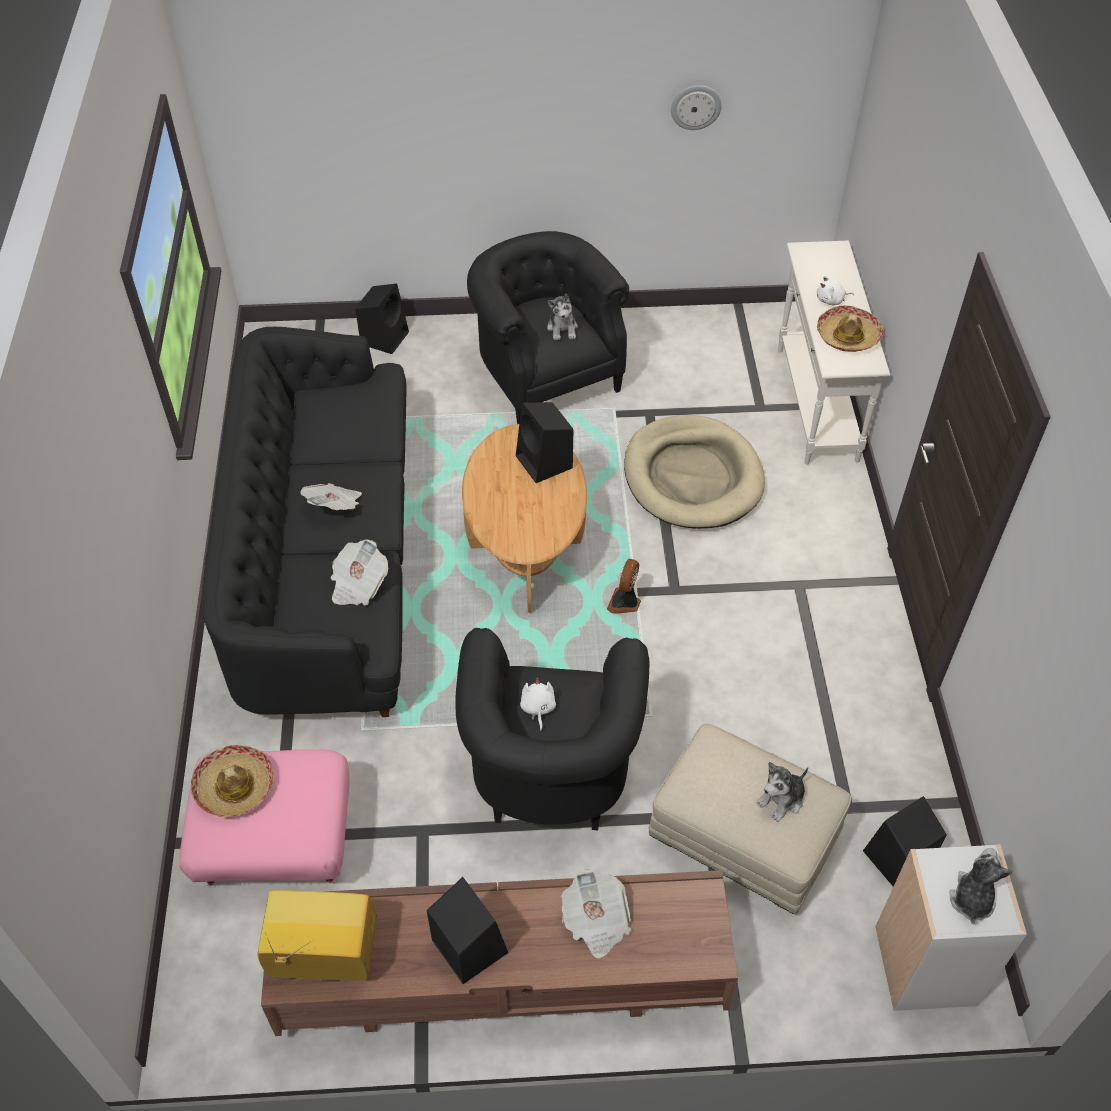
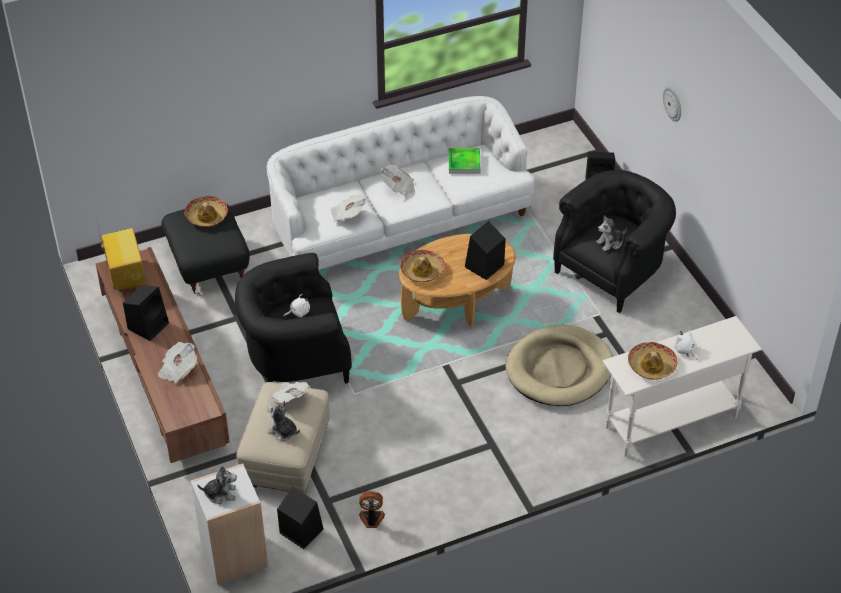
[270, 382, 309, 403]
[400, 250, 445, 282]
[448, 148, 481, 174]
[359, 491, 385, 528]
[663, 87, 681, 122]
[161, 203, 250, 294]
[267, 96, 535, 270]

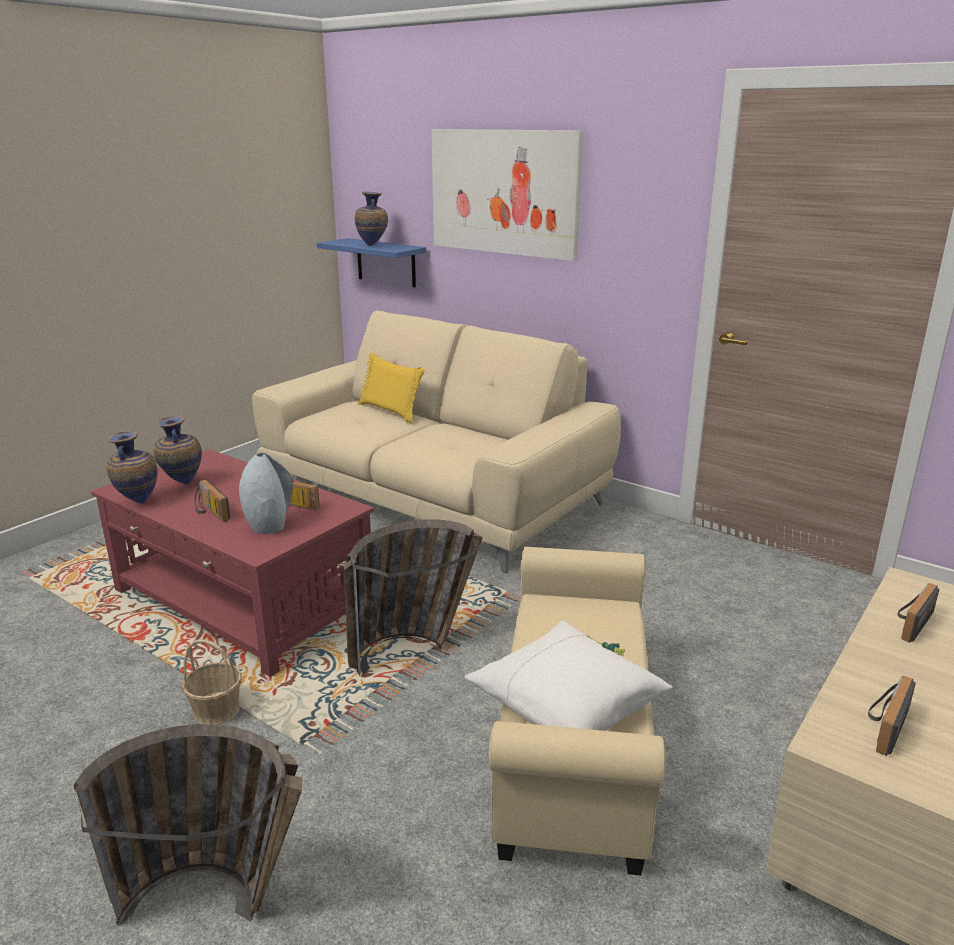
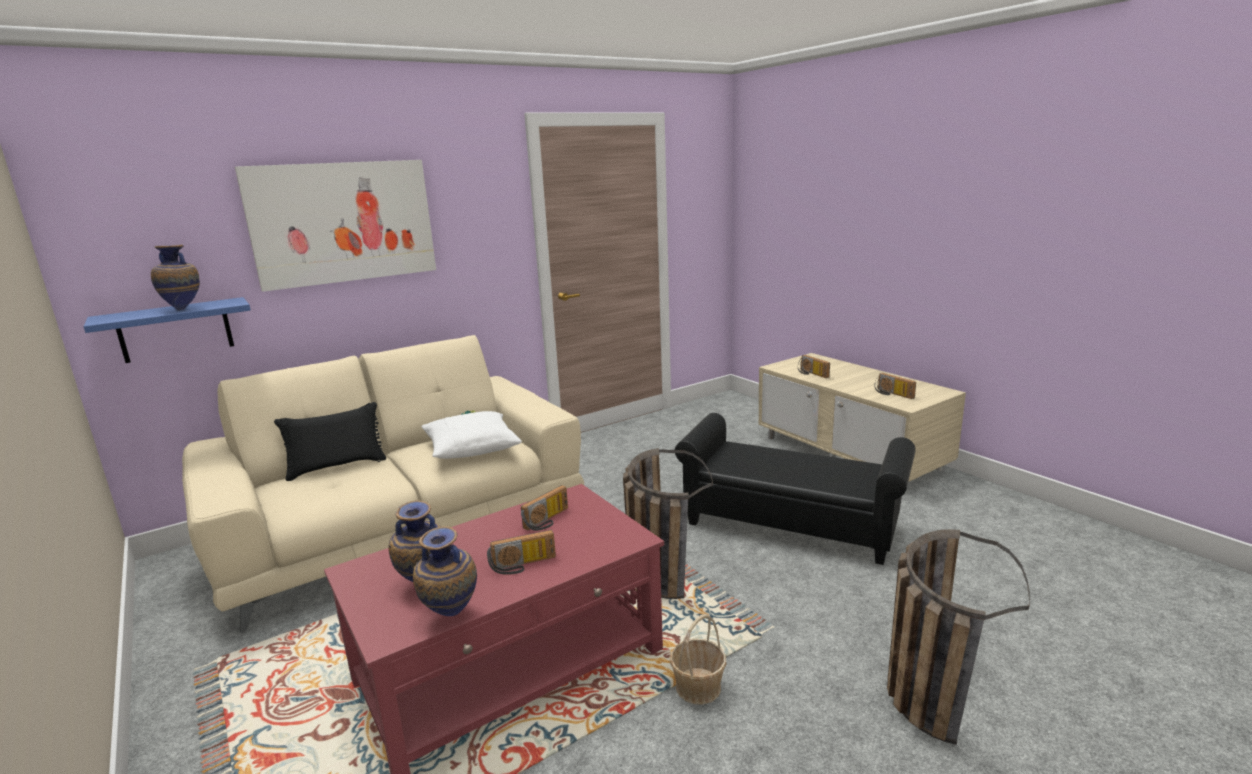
[239, 453, 293, 534] (first image)
[421, 410, 522, 459]
[274, 402, 386, 481]
[675, 413, 916, 565]

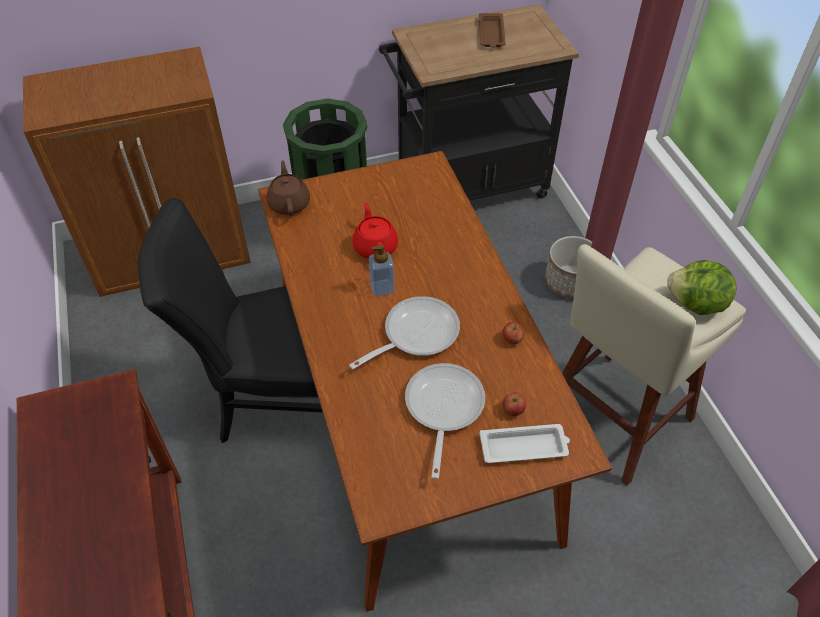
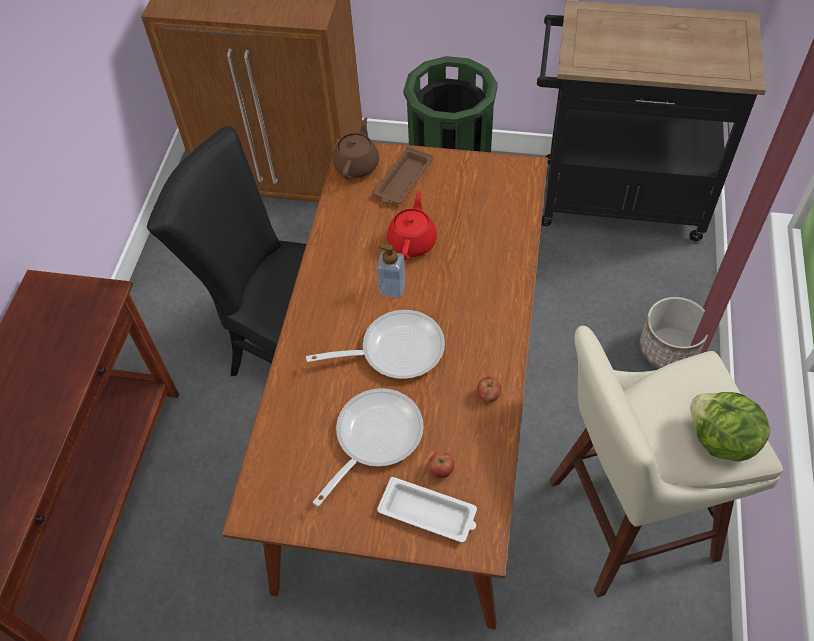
[373, 147, 433, 204]

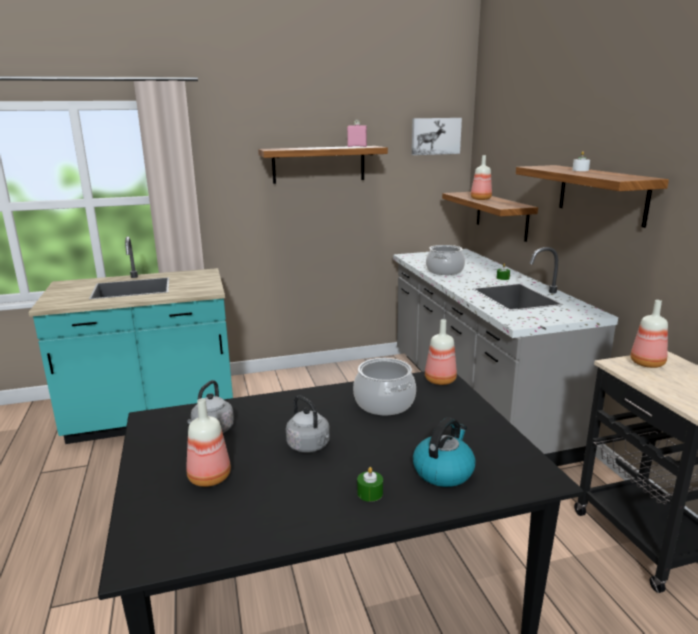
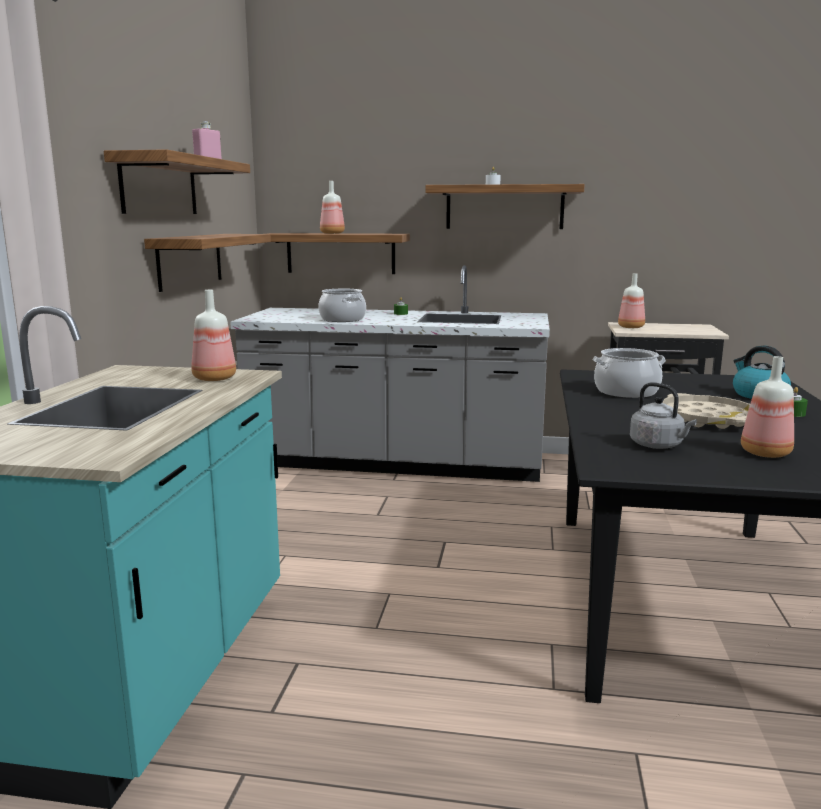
[412, 118, 462, 155] (first image)
[144, 234, 271, 292]
[191, 290, 236, 381]
[662, 393, 750, 429]

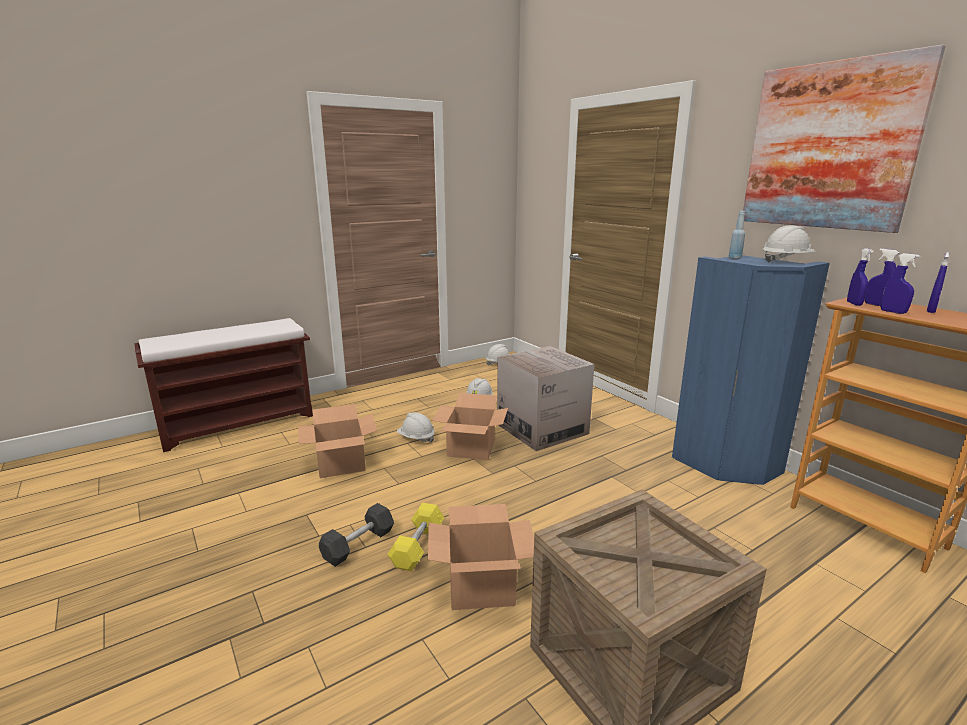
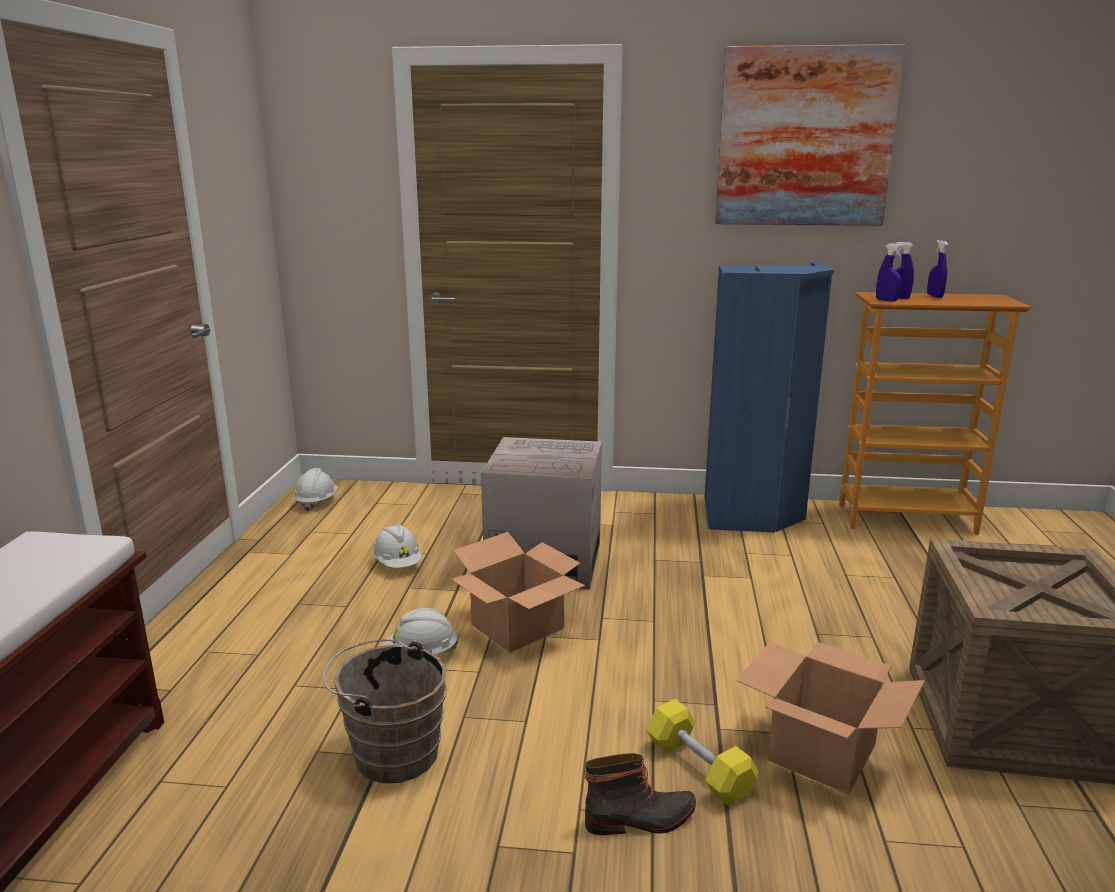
[728, 211, 745, 259] (first image)
[763, 225, 816, 263] (first image)
[881, 253, 920, 314] (first image)
[323, 639, 447, 783]
[585, 753, 696, 835]

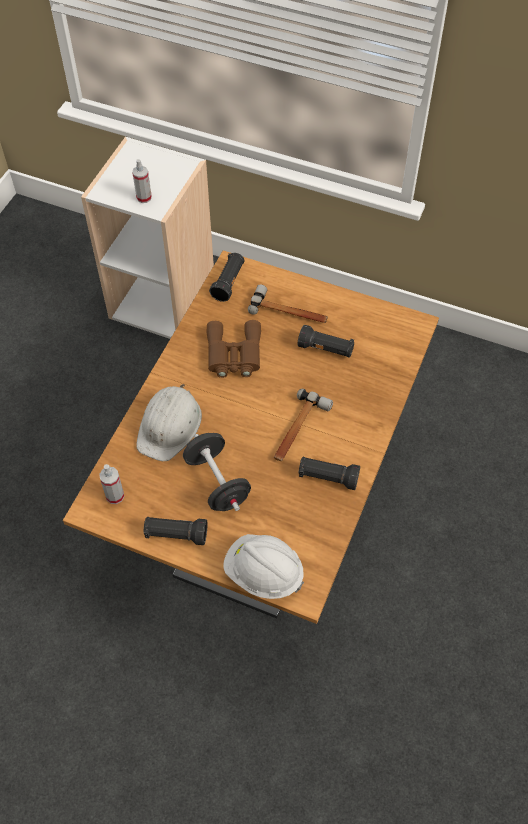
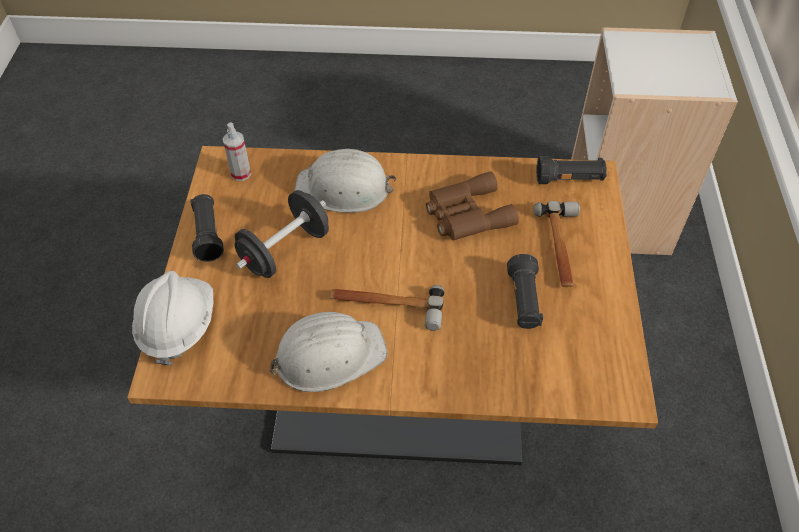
[132, 159, 152, 203] (first image)
[268, 312, 388, 392]

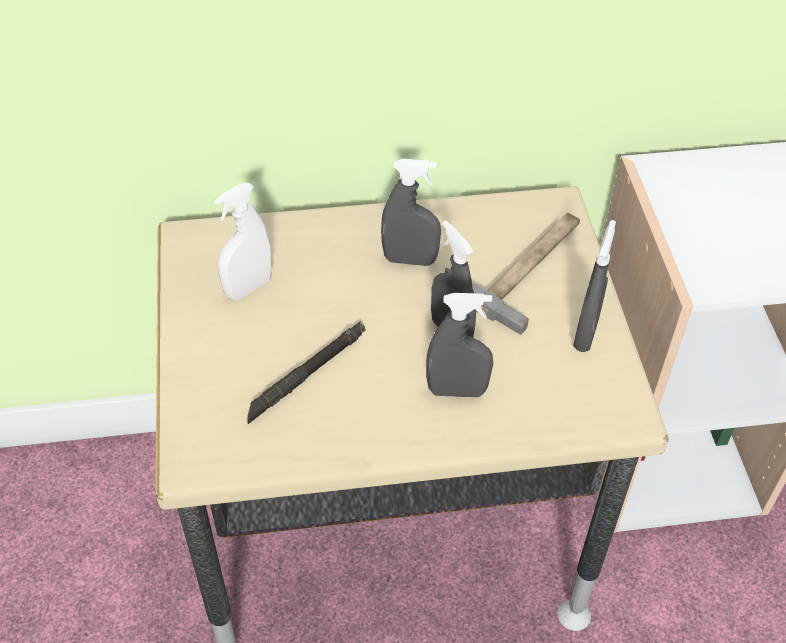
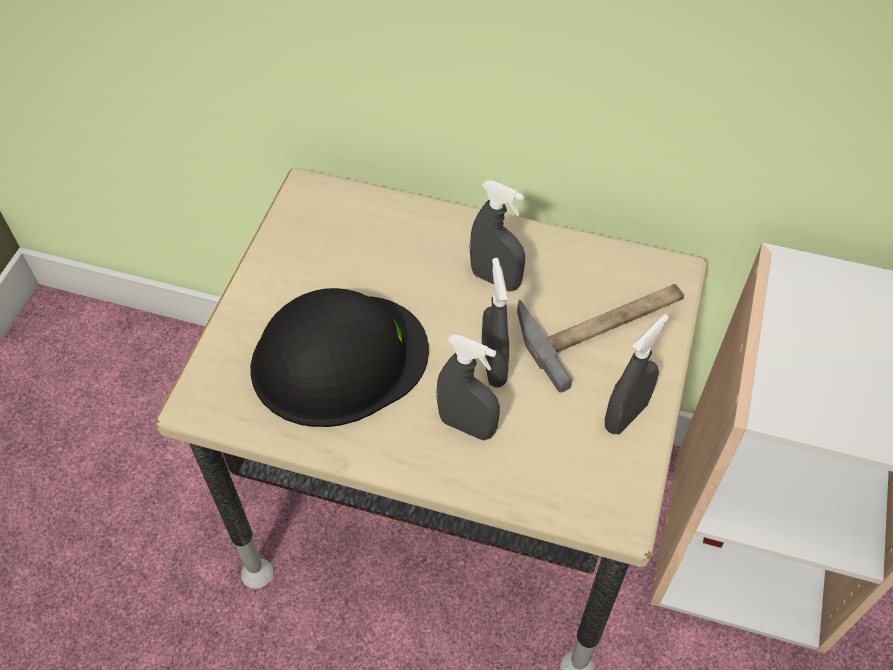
[214, 183, 272, 300] (first image)
[250, 288, 429, 427]

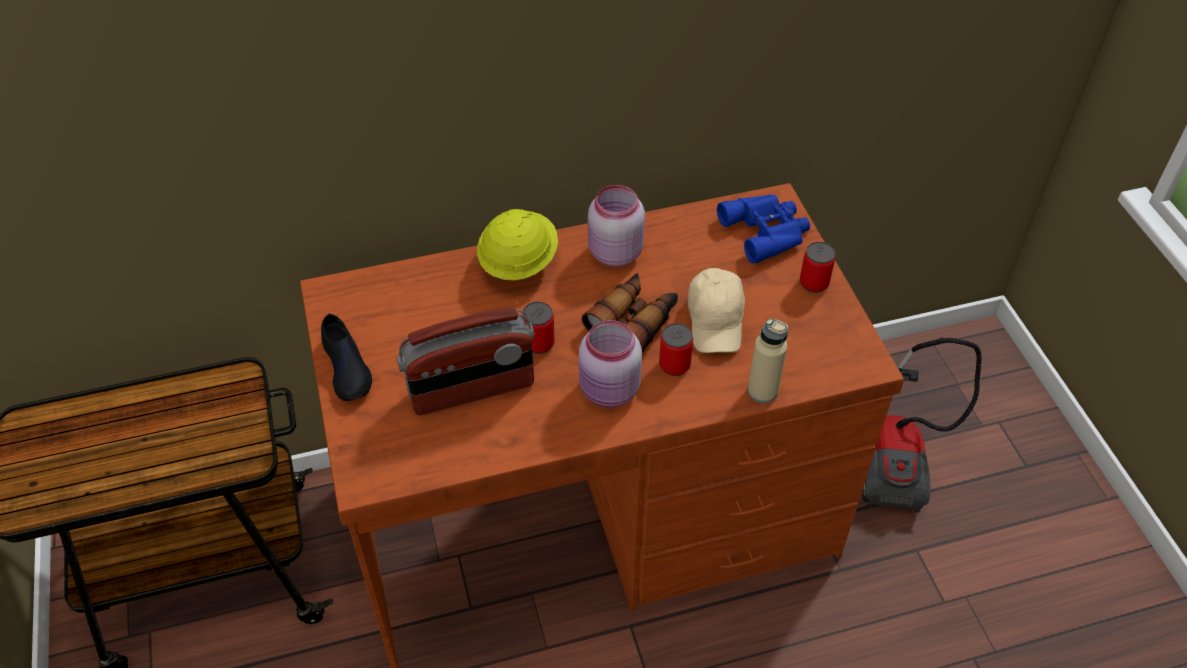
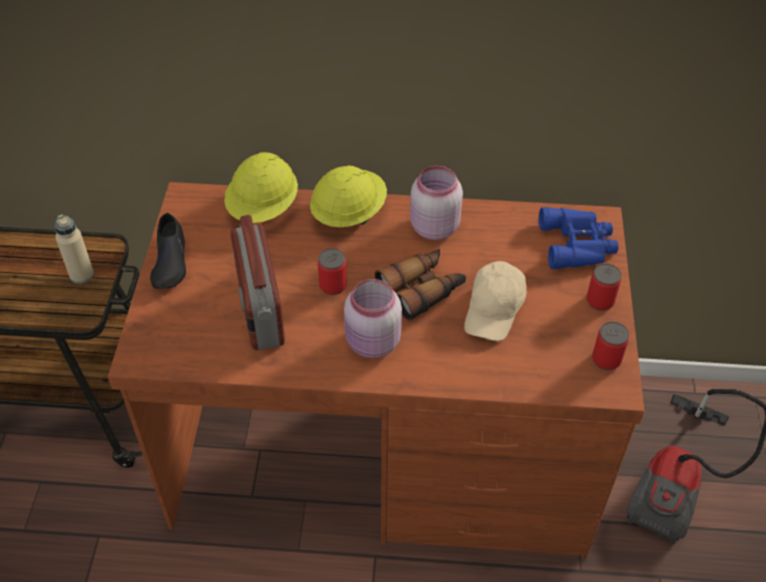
[224, 152, 298, 223]
[592, 322, 629, 370]
[54, 214, 94, 284]
[231, 215, 285, 350]

